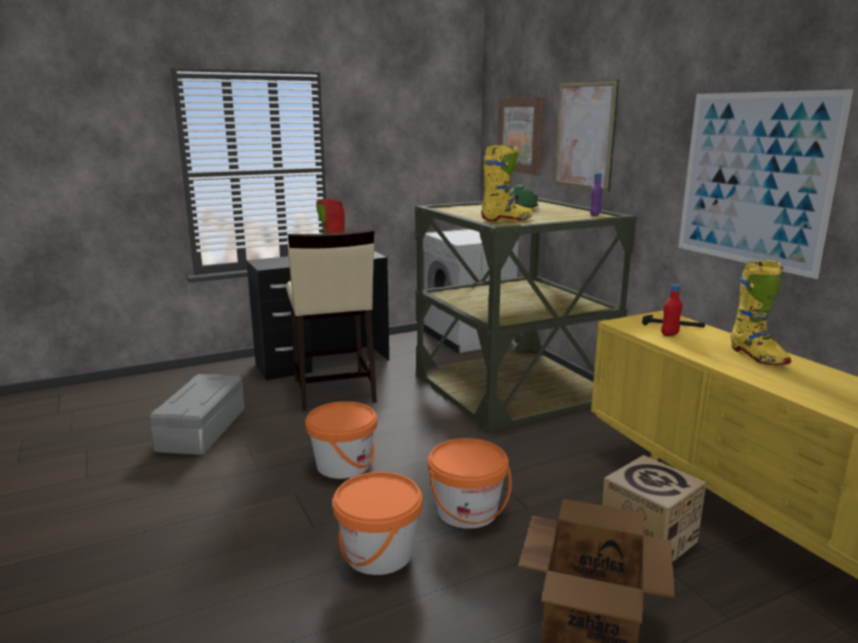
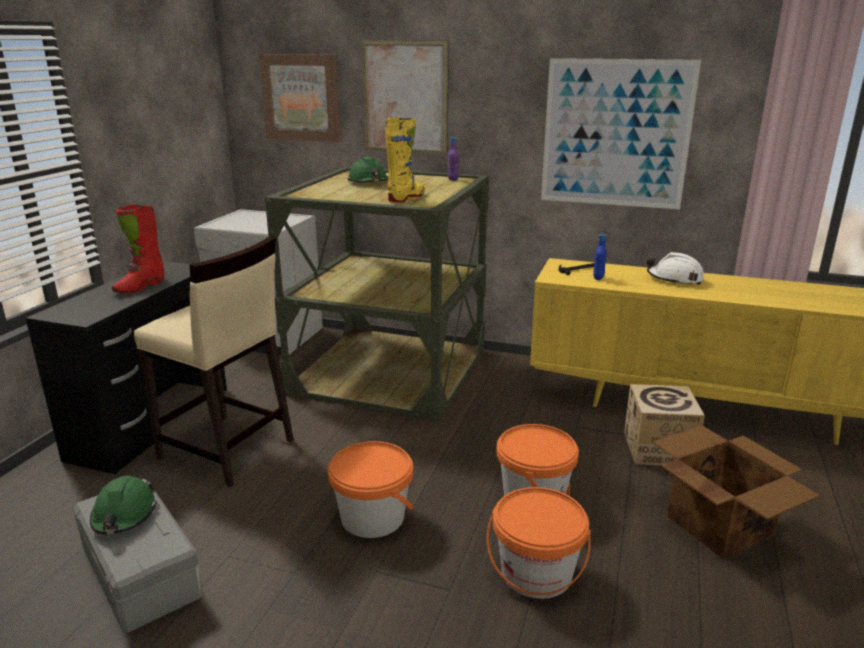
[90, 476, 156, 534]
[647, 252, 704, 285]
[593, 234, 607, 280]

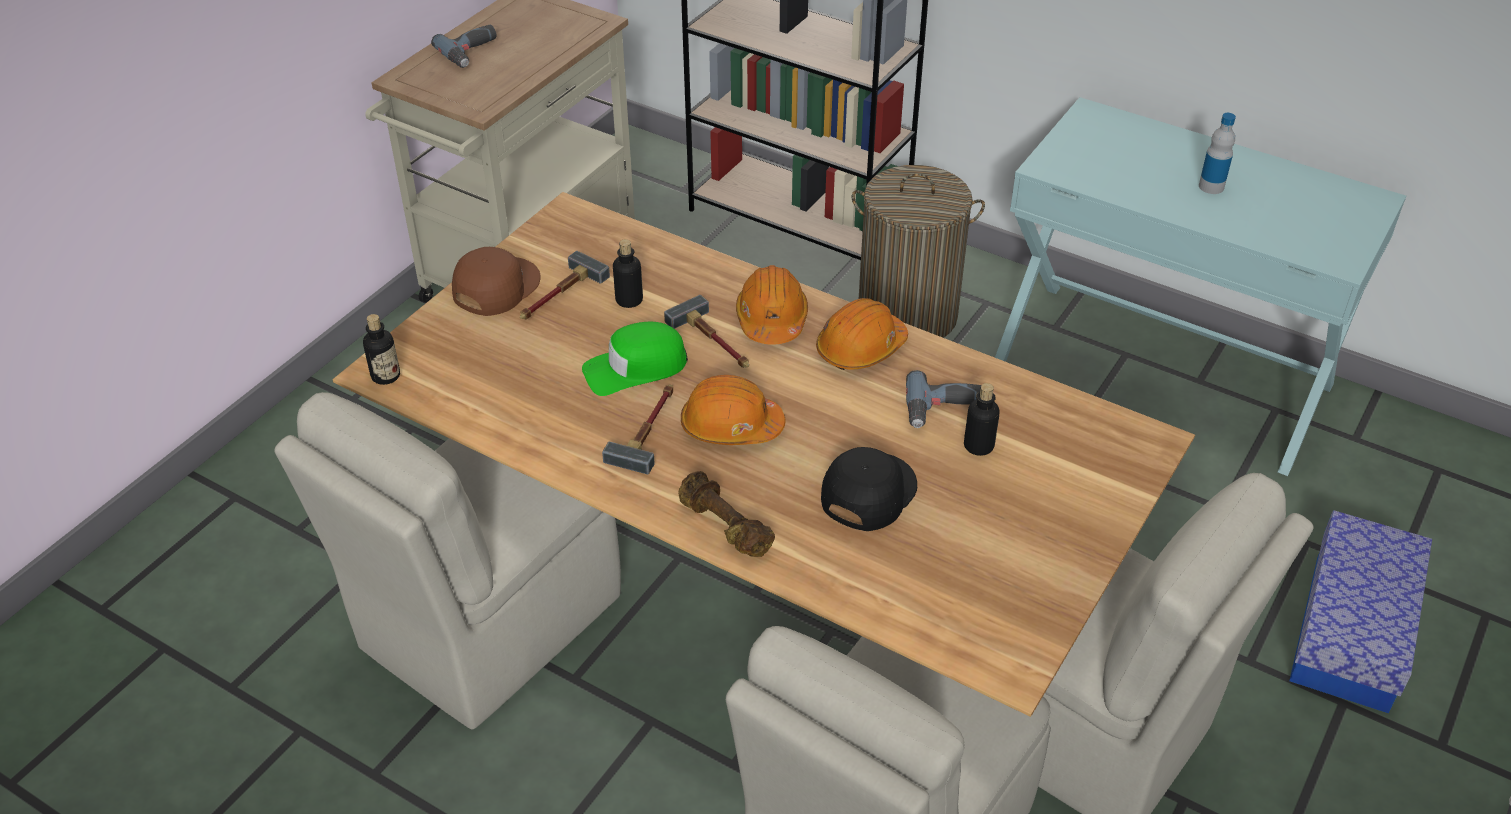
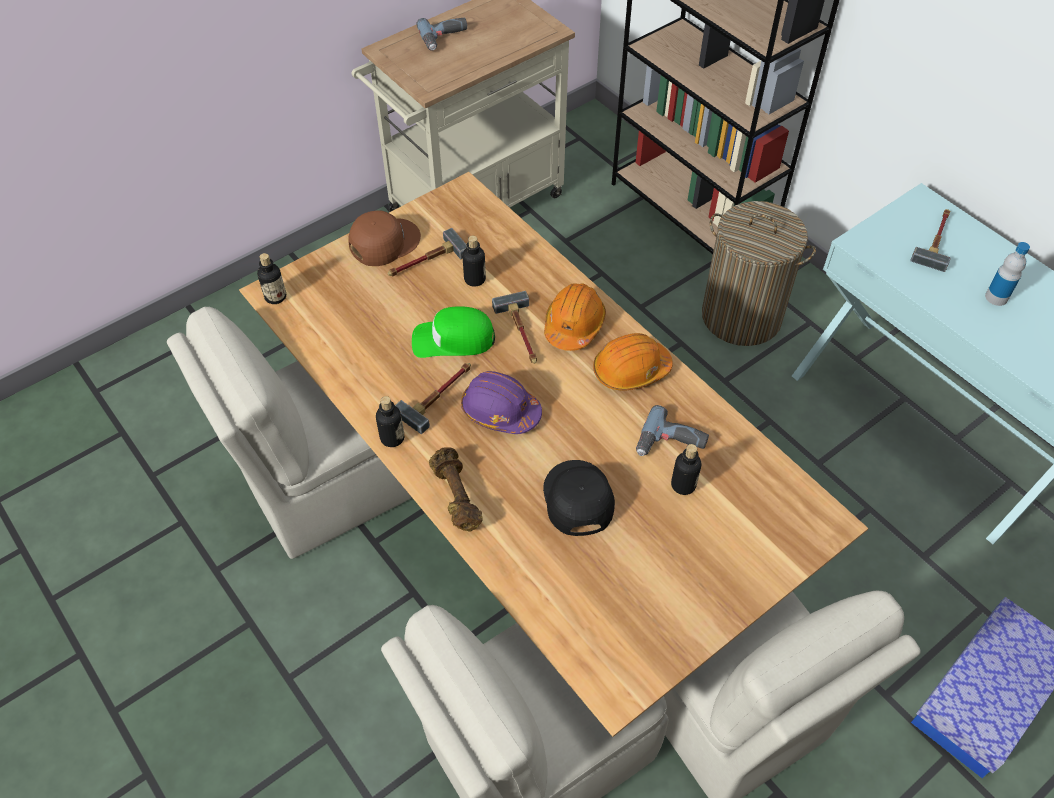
[376, 396, 404, 447]
[911, 209, 951, 272]
[461, 371, 542, 434]
[543, 460, 615, 536]

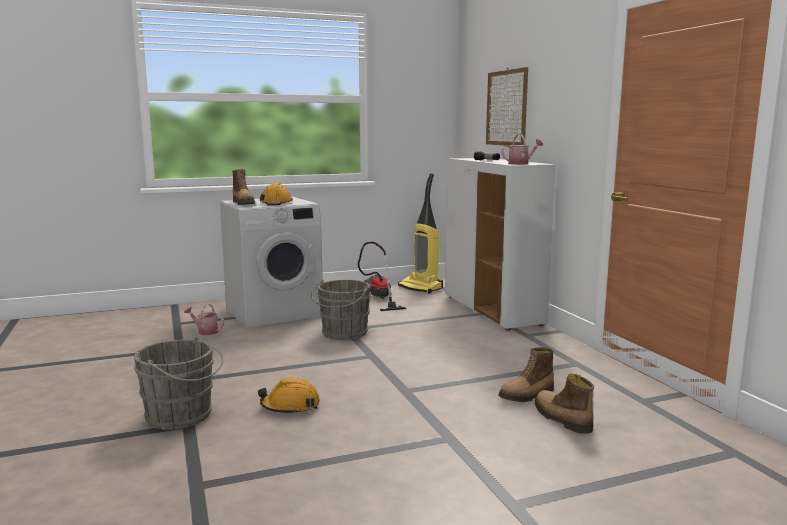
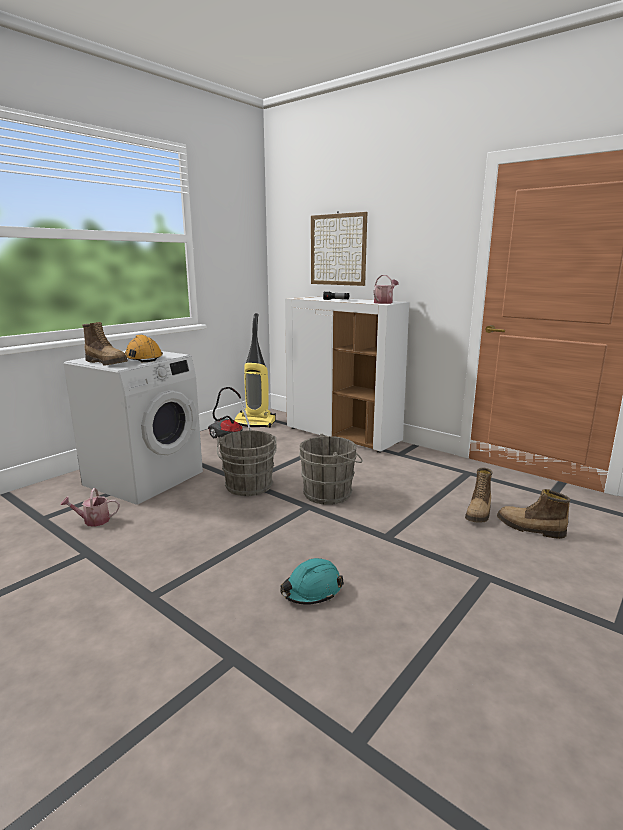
[299, 434, 363, 505]
[280, 558, 344, 605]

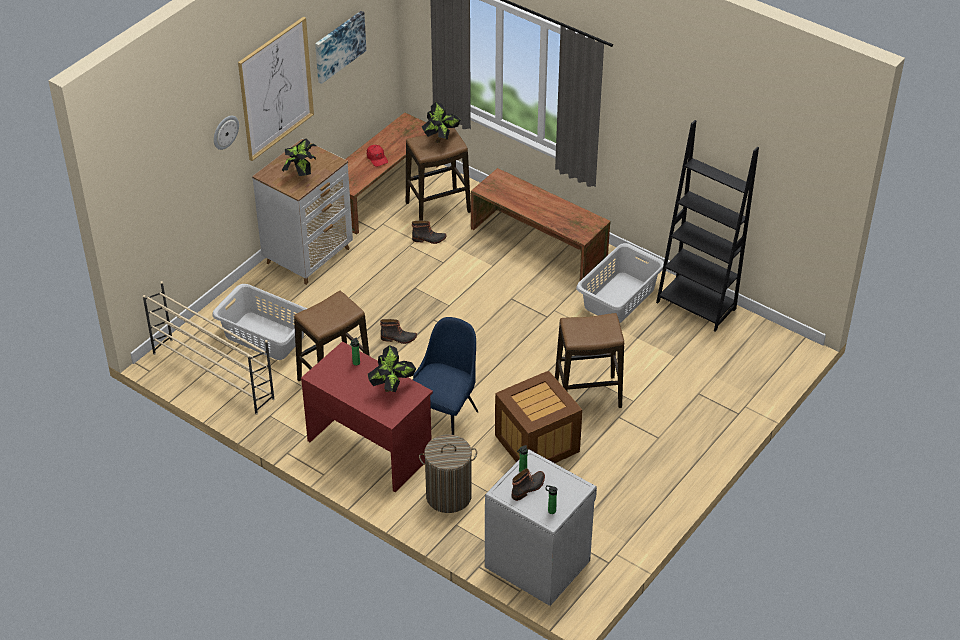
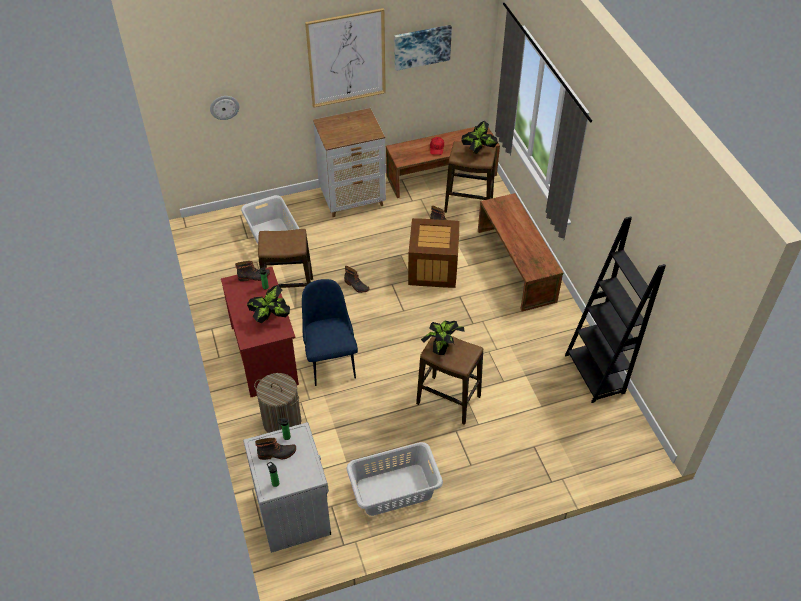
[143, 281, 275, 415] (first image)
[235, 261, 270, 282]
[210, 96, 239, 120]
[421, 321, 465, 355]
[408, 218, 460, 288]
[346, 442, 443, 516]
[302, 279, 358, 386]

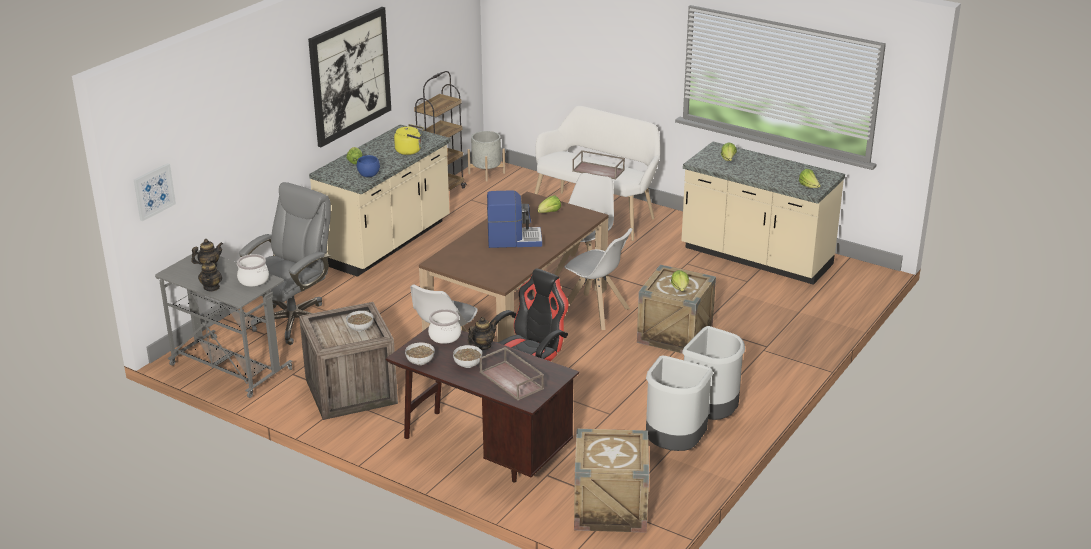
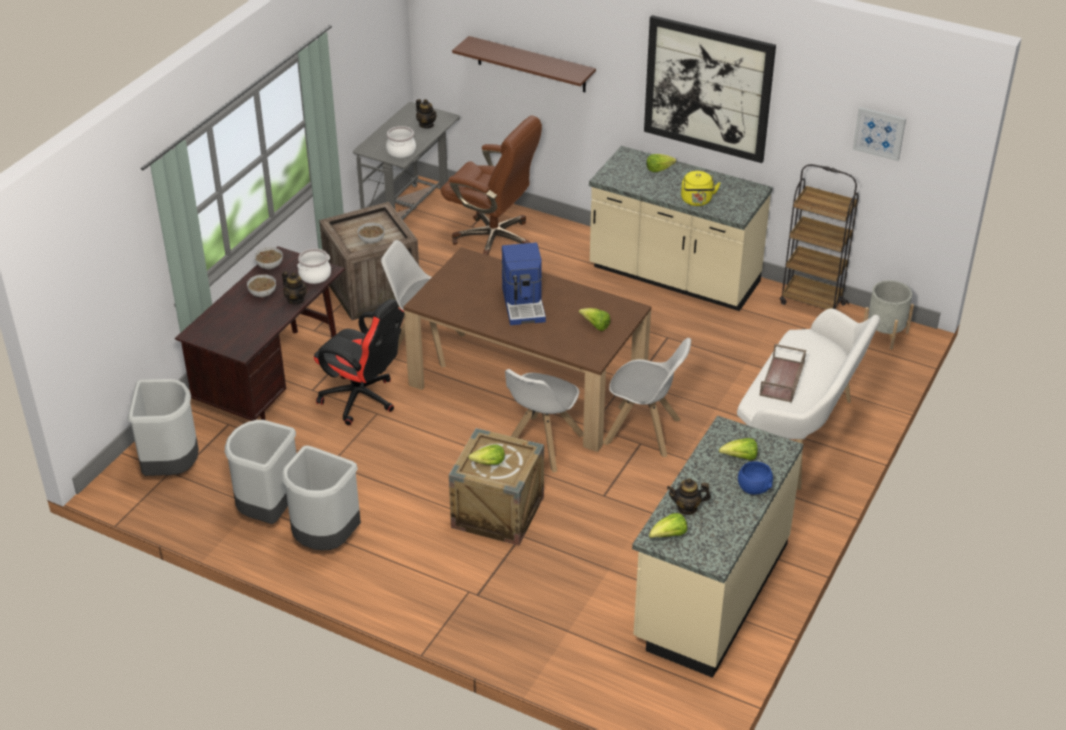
[480, 347, 544, 401] (first image)
[452, 36, 596, 92]
[853, 107, 906, 161]
[667, 478, 711, 515]
[738, 461, 773, 495]
[128, 379, 199, 476]
[441, 116, 542, 255]

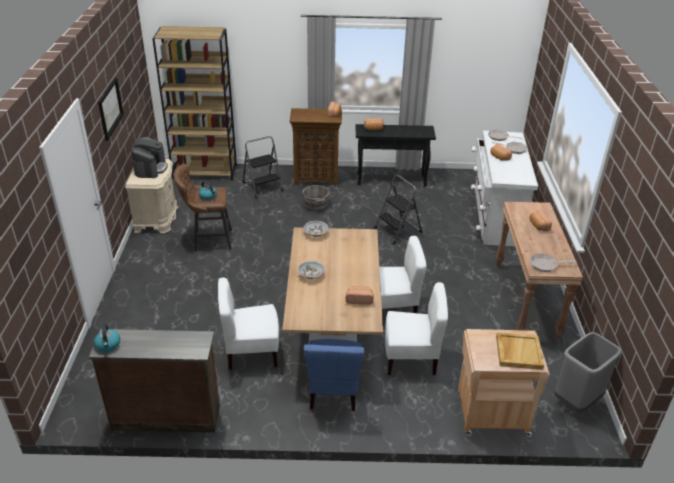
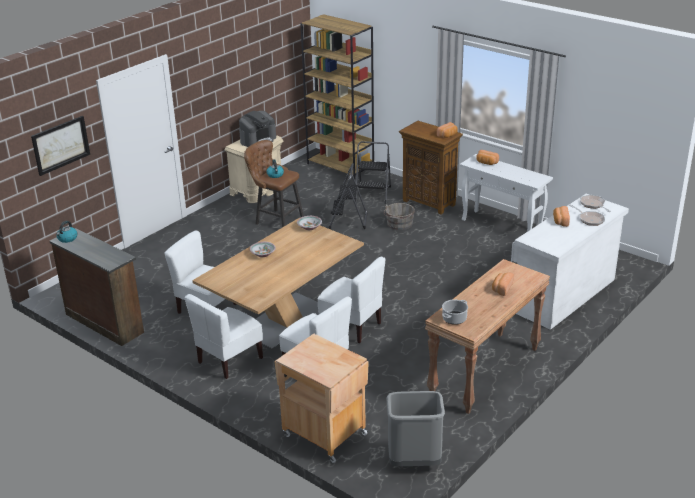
[346, 286, 374, 305] (first image)
[496, 332, 544, 370] (first image)
[31, 116, 90, 176]
[328, 163, 367, 229]
[442, 300, 468, 325]
[185, 294, 263, 379]
[460, 154, 553, 232]

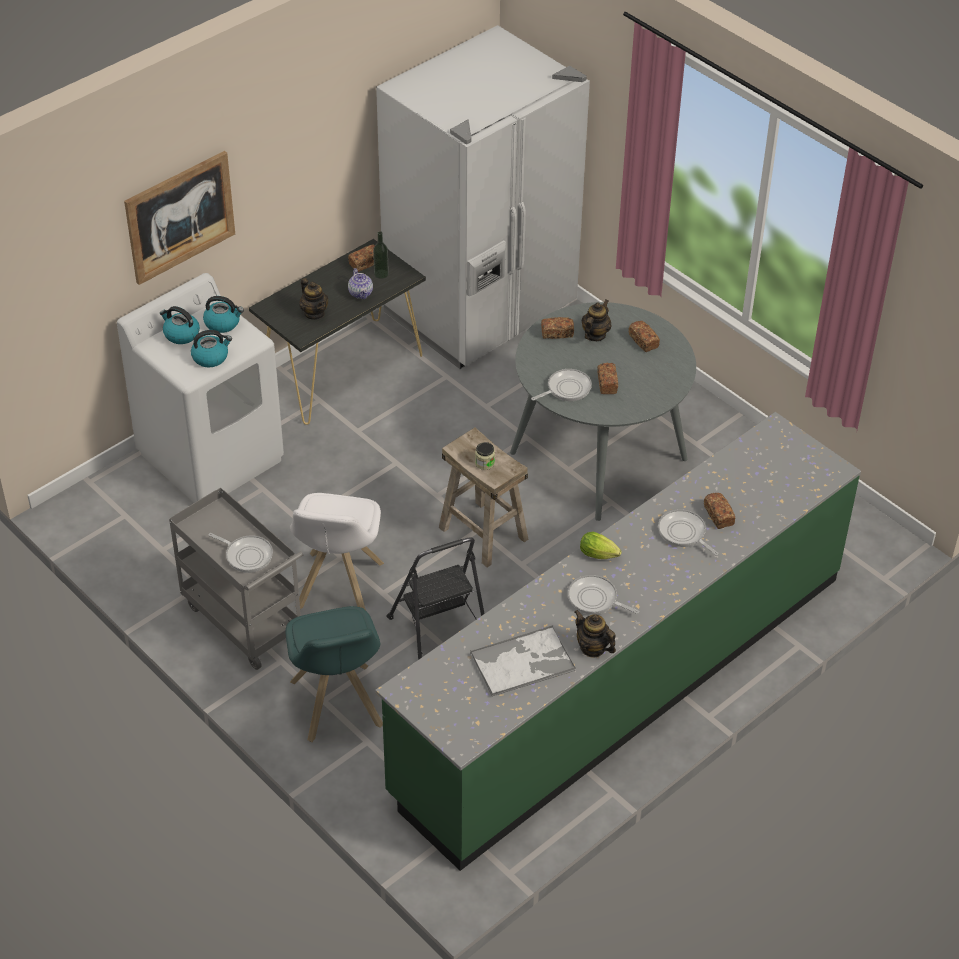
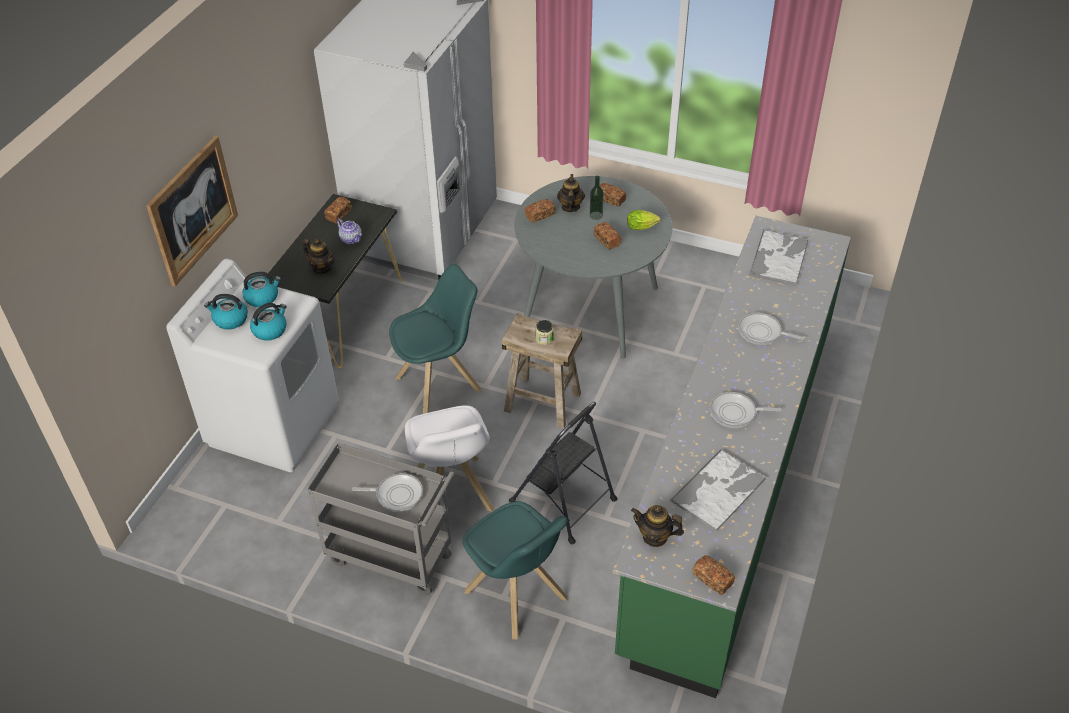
[531, 369, 592, 401] (first image)
[389, 264, 481, 414]
[749, 230, 809, 286]
[590, 175, 604, 220]
[631, 505, 684, 547]
[627, 210, 660, 230]
[692, 555, 735, 595]

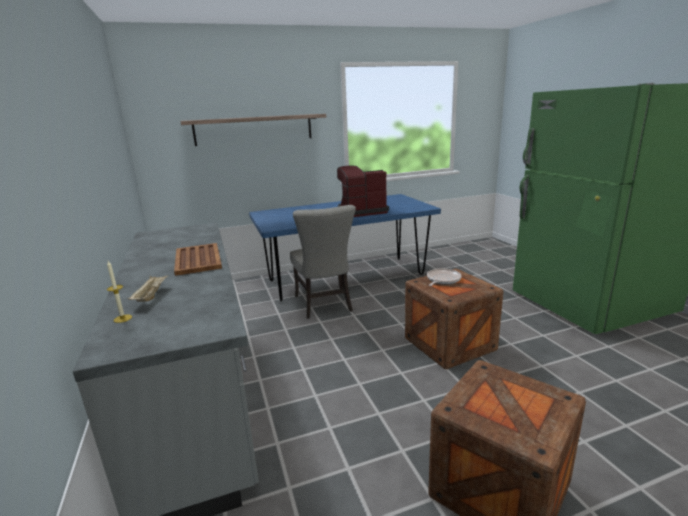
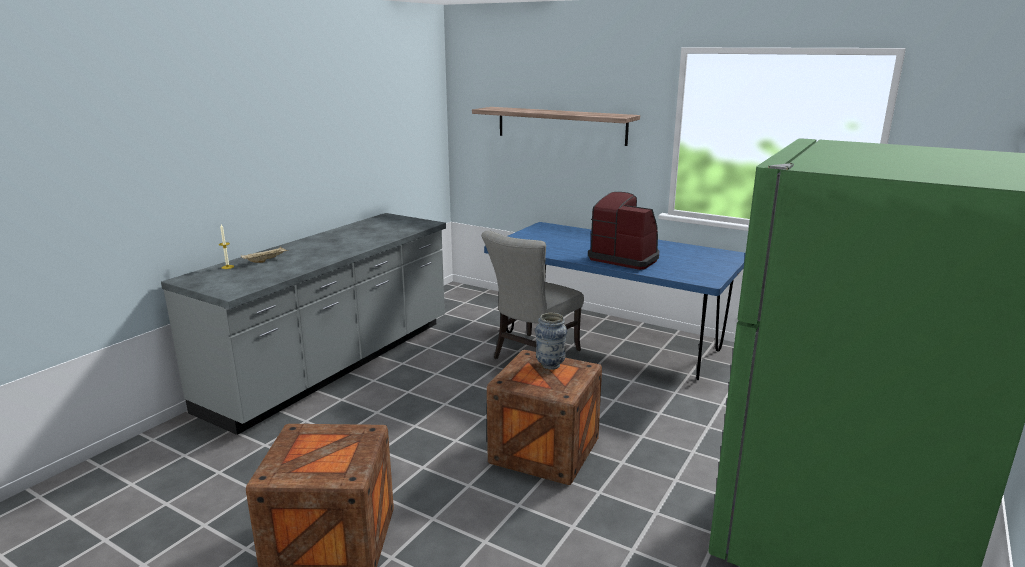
[174, 243, 222, 276] (first image)
[535, 313, 567, 370]

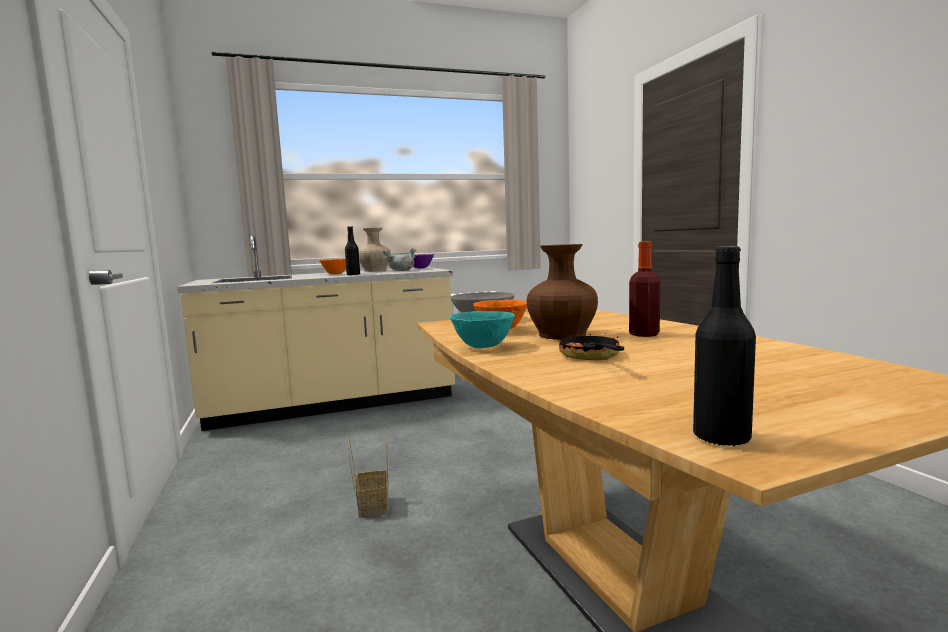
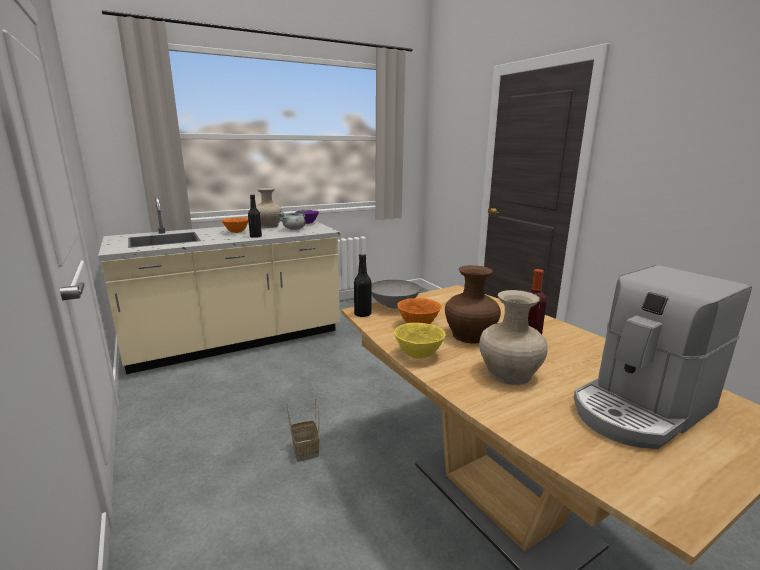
[574, 265, 752, 449]
[354, 254, 372, 317]
[479, 290, 548, 385]
[394, 323, 446, 359]

